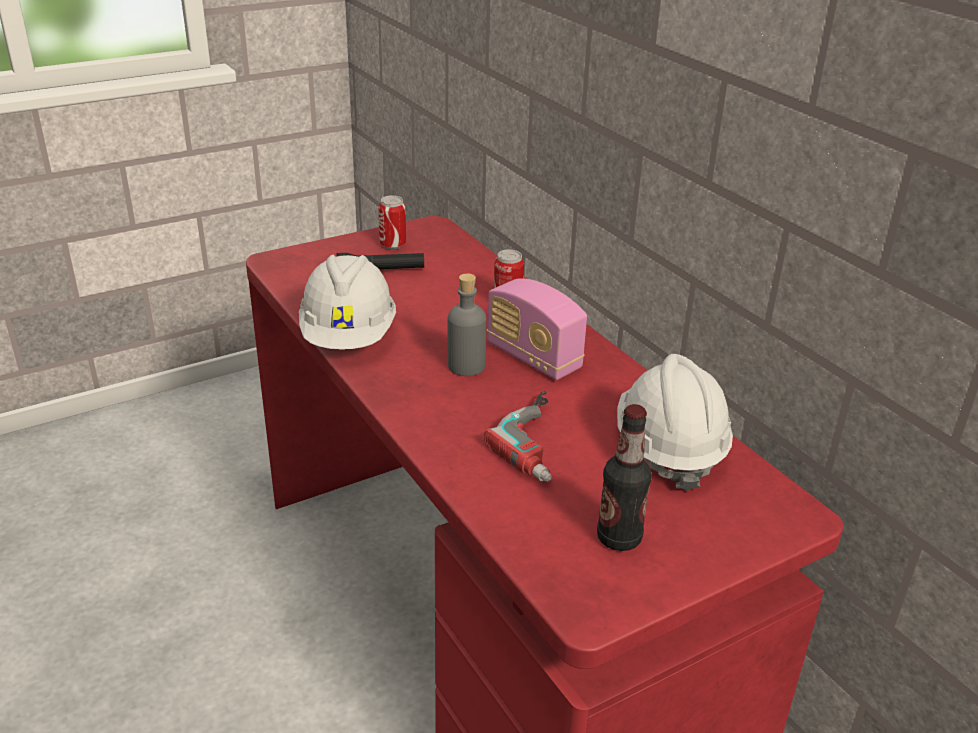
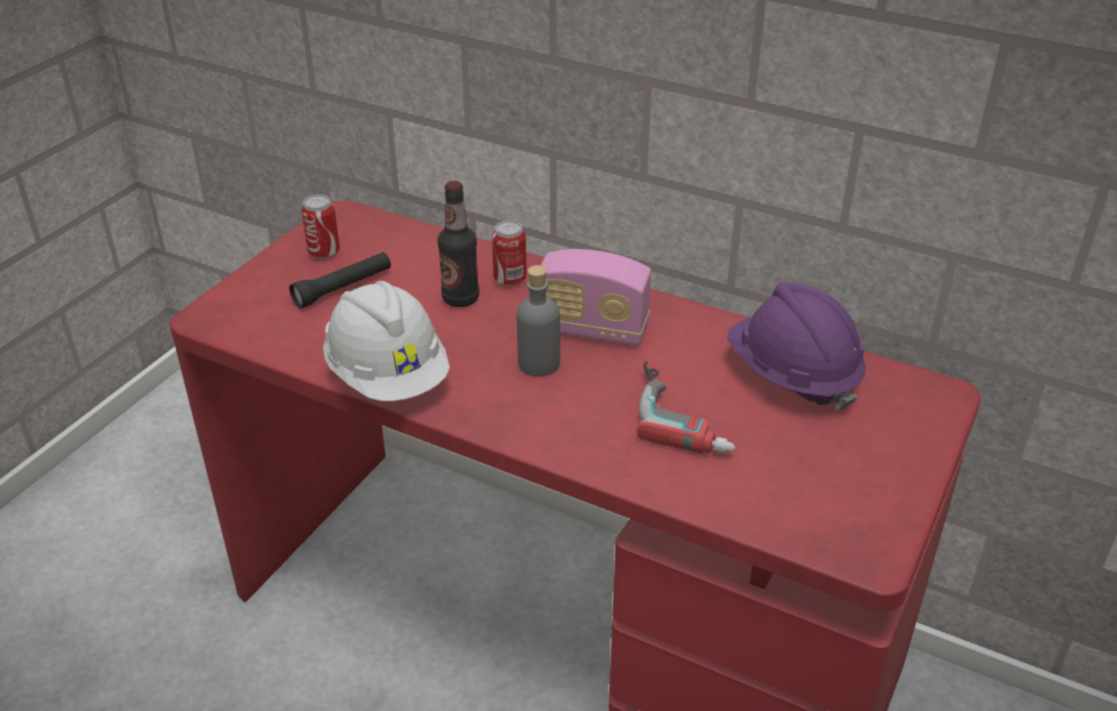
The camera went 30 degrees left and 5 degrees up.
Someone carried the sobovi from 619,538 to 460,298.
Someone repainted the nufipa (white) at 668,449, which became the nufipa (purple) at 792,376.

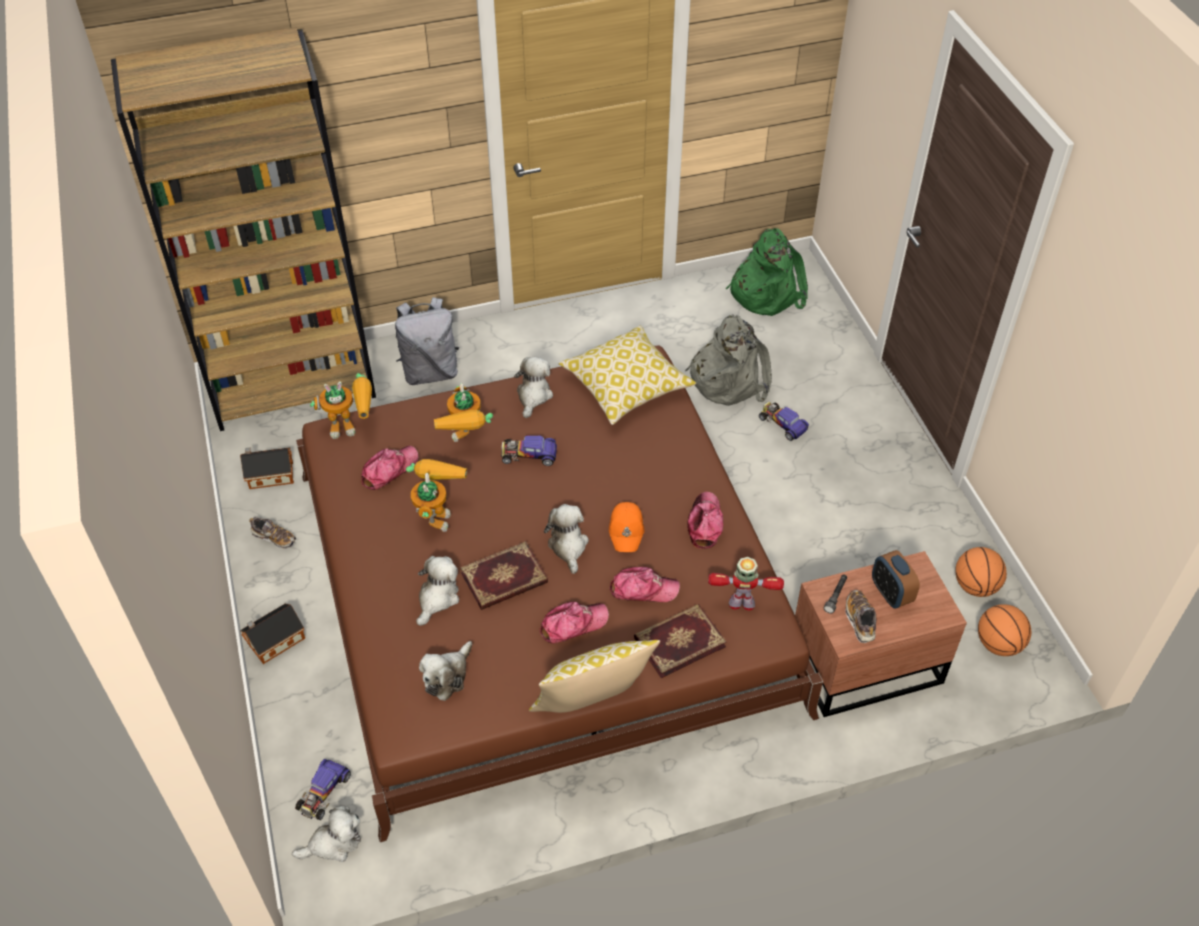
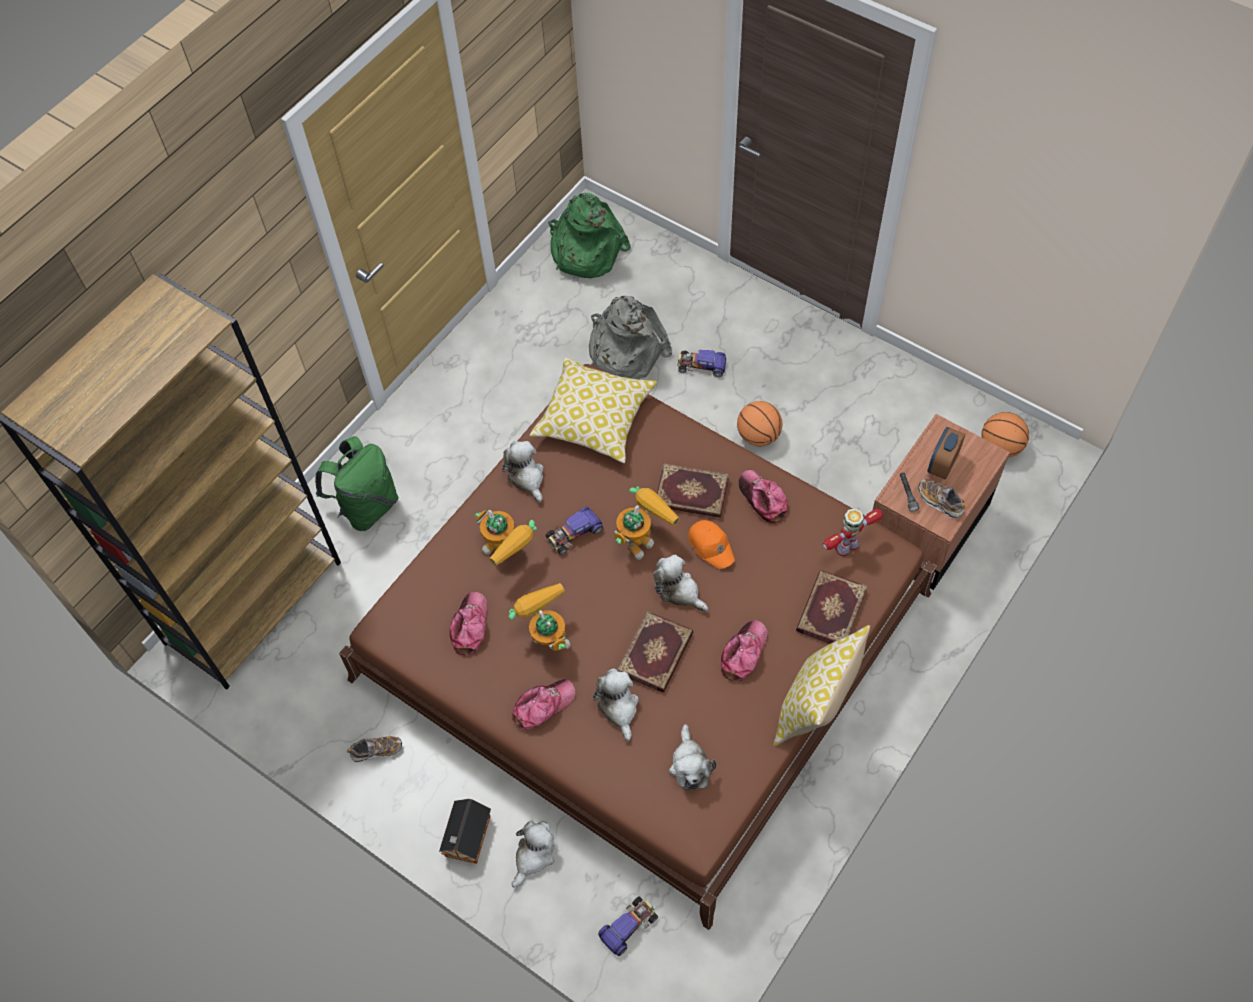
The camera went 35 degrees left and 10 degrees up.
Someone took away the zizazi at 269,475.
Someone carried the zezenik from 333,843 to 533,855.
Someone rotated the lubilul at 323,792 by 120 degrees counterclockwise.
Someone carried the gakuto from 352,426 to 643,537.
Someone repainted the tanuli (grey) at 430,372, which became the tanuli (green) at 367,507.
Someone carried the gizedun from 643,589 to 543,706.
Someone rotated the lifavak at 891,593 by 90 degrees clockwise.
Someone carried the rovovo from 975,586 to 758,436.
Someone put down the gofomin at 691,494.

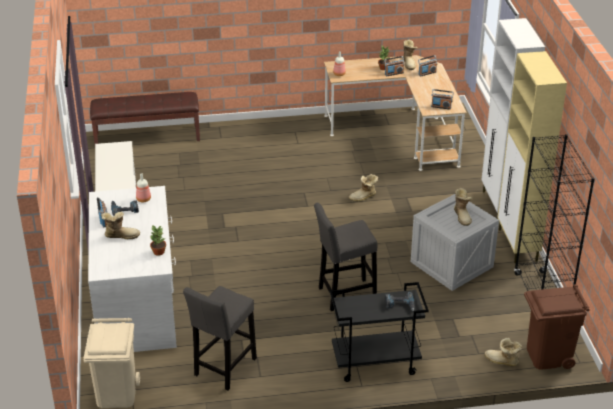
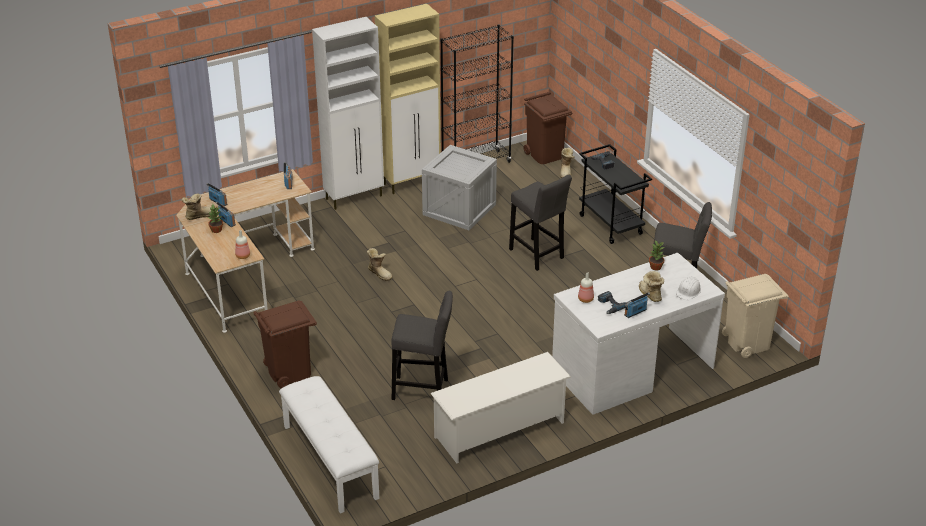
The camera went 110 degrees left and 0 degrees up.
Someone repainted the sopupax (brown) at 147,136, which became the sopupax (white) at 329,461.
Someone took away the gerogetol at 462,216.
Someone put down the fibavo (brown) at 289,372.
Someone put down the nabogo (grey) at 423,390.
Someone put down the nufipa (white) at 688,291.

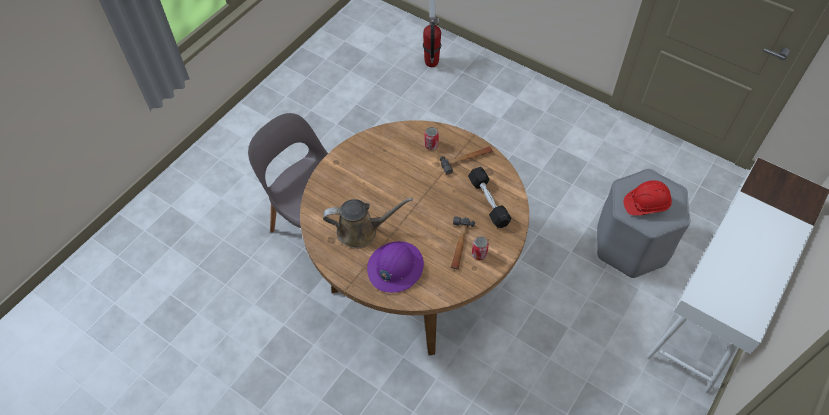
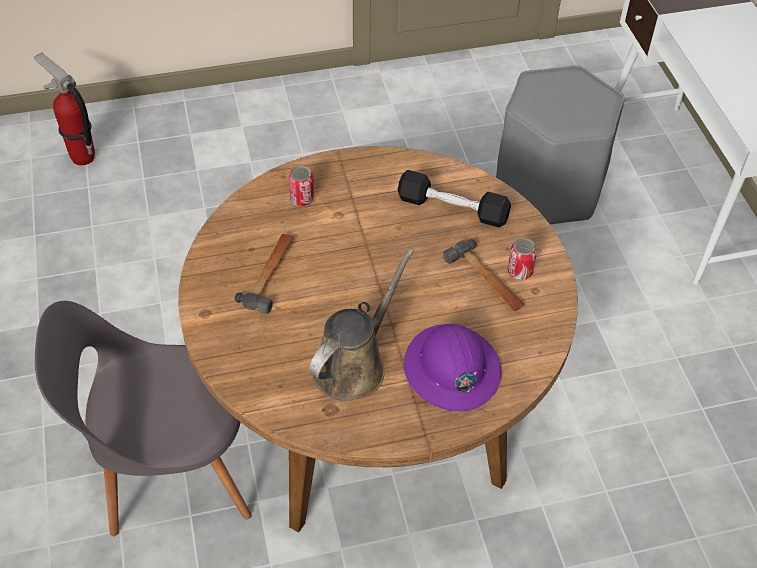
The camera went 50 degrees left and 5 degrees down.
Someone carried the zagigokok from 466,160 to 270,275.
Someone took away the nufipa (red) at 646,204.

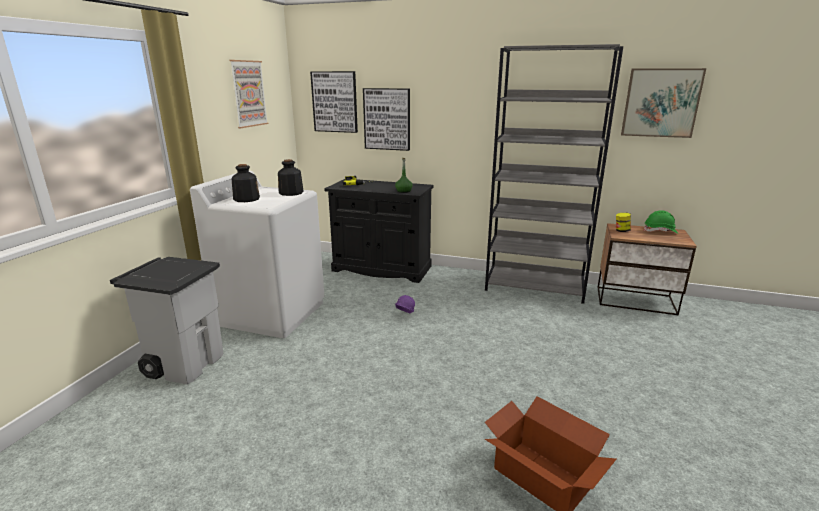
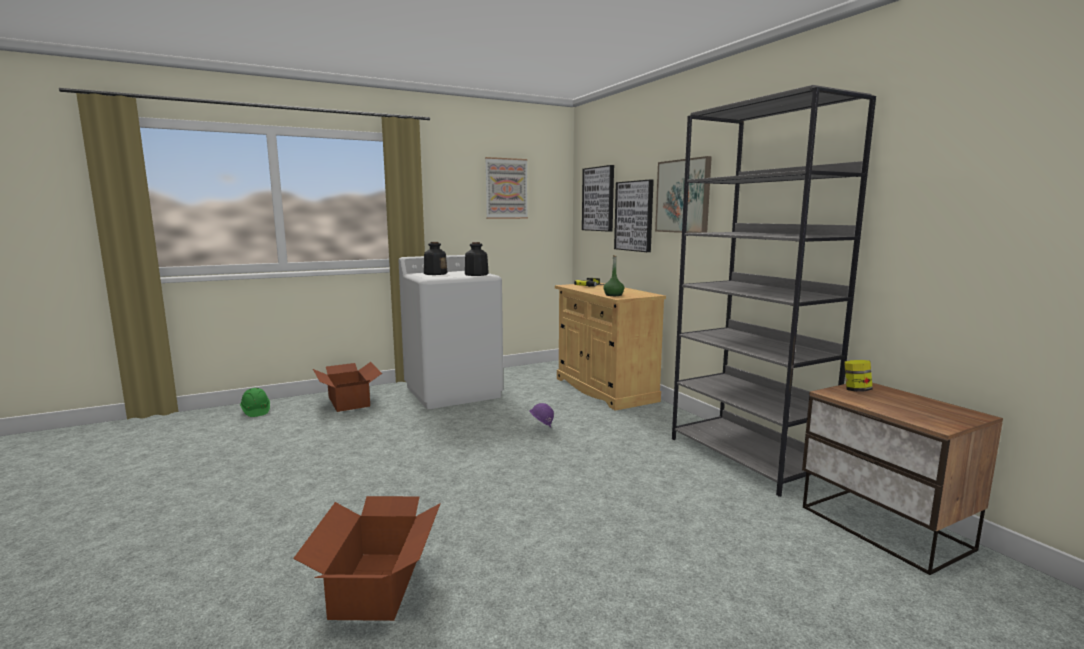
The camera went 45 degrees right and 10 degrees down.
Someone swapped the fibavo (grey) at 185,364 for the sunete at 349,401.
Someone repainted the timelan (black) at 381,268, which became the timelan (beige) at 604,389.
Someone carried the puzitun from 661,103 to 683,196.
Someone carried the nufipa (green) from 660,231 to 255,411.

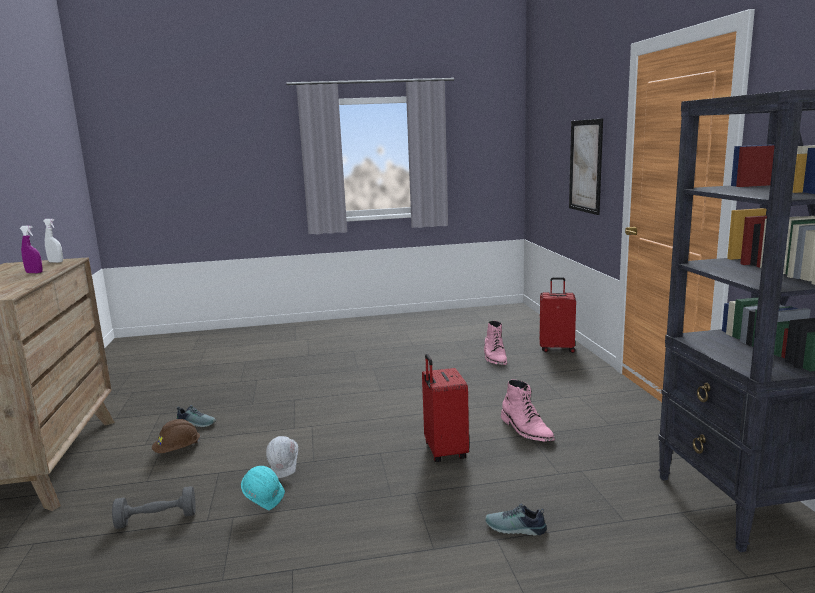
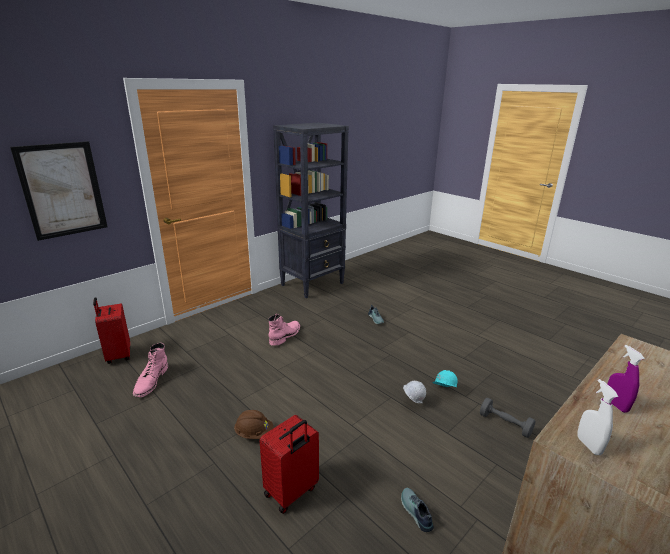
The camera went 125 degrees left and 10 degrees up.
Someone carried the nufipa (brown) from 177,450 to 254,433.
Someone carried the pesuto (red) from 444,452 to 291,492.
Someone rotated the gerogetol (pink) at 495,358 by 135 degrees clockwise.

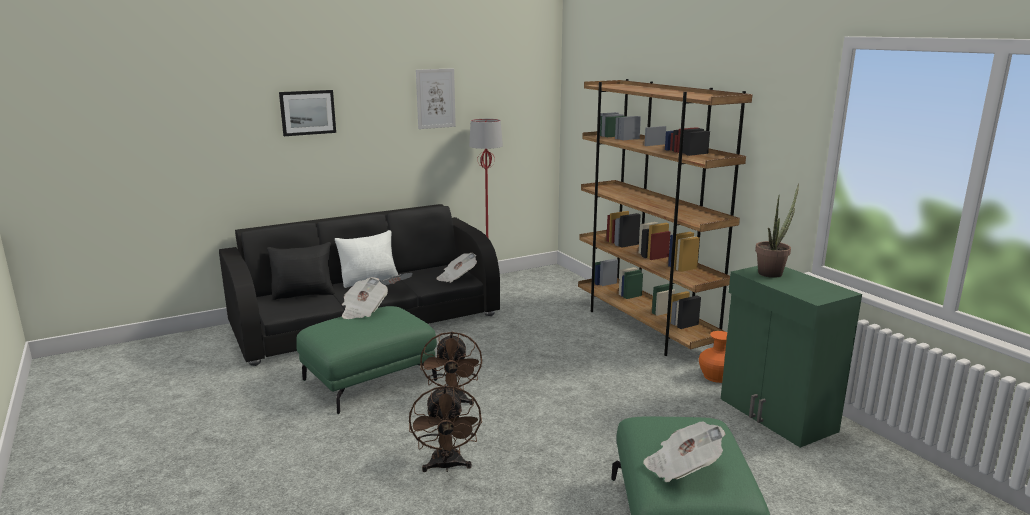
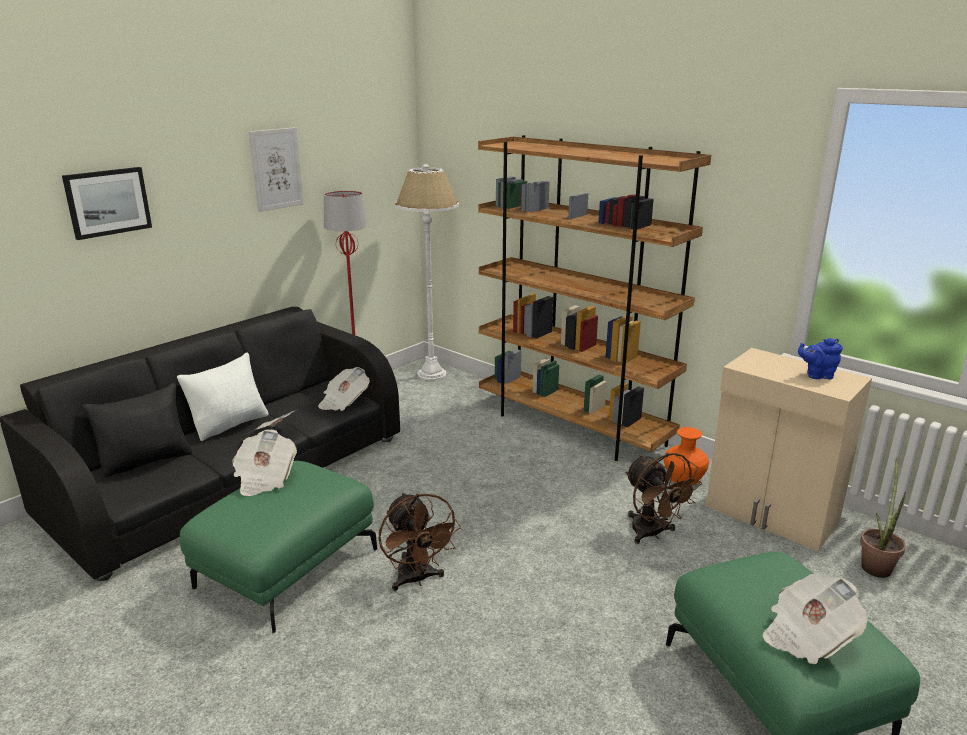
The camera went 20 degrees left and 5 degrees up.
Someone carried the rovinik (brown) from 446,466 to 652,534.
Someone repainted the timelan (green) at 776,415, which became the timelan (beige) at 771,515.
Someone carried the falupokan from 772,272 to 876,565.
Someone put down the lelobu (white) at 432,374.
Someone put down the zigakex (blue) at 817,375.

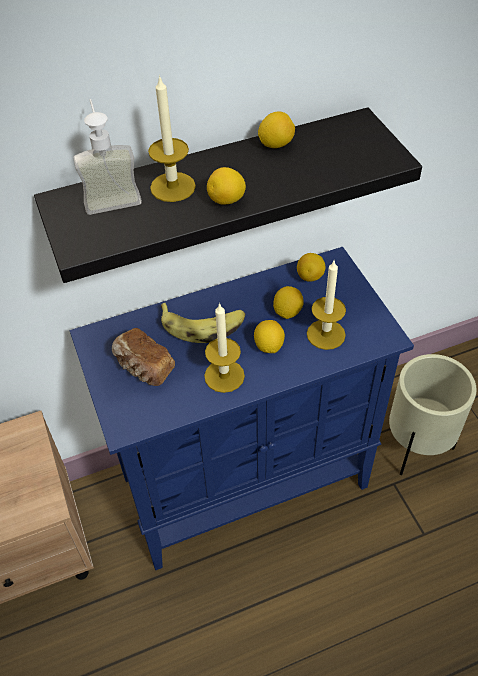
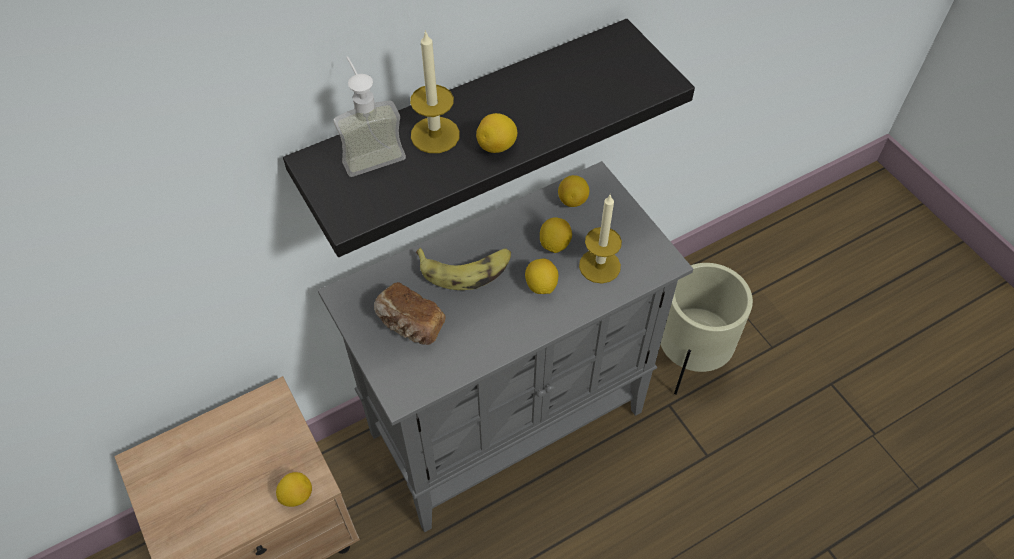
The camera went 10 degrees left and 5 degrees up.
Someone repainted the timelan (blue) at 246,480, which became the timelan (grey) at 509,420.
Someone took away the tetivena at 224,376.
Someone carried the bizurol from 276,144 to 296,495.

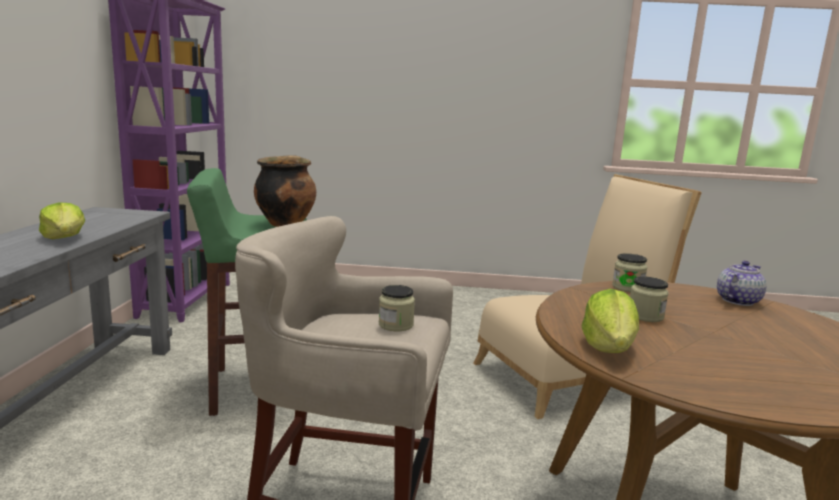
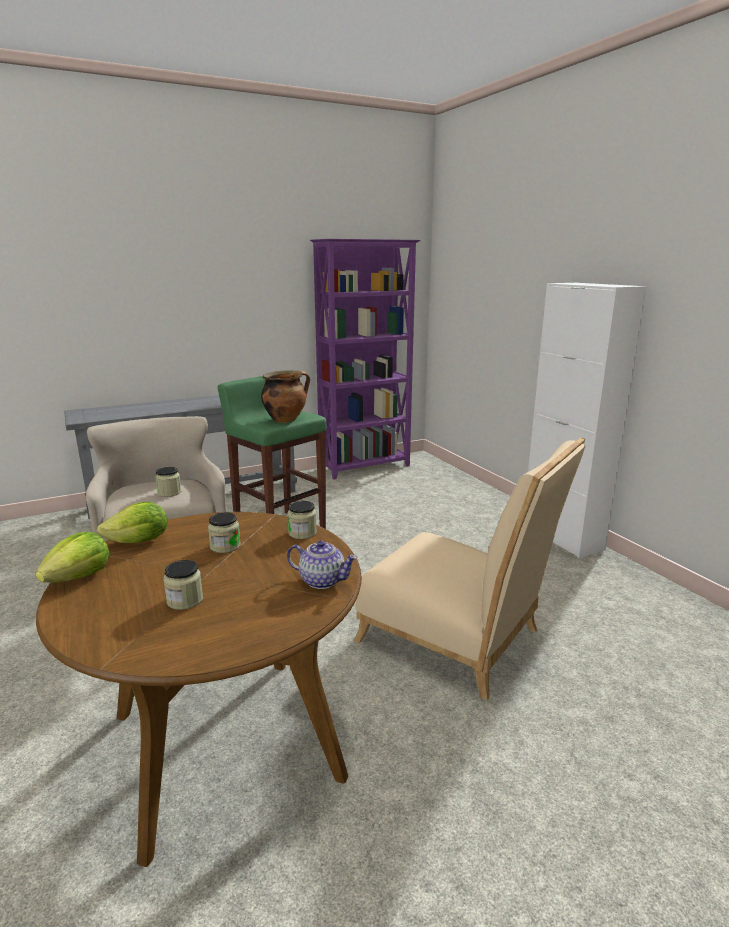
The camera went 60 degrees right and 5 degrees up.
Someone carried the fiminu from 64,238 to 79,577.
Someone put down the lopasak at 185,600.
Someone put down the timelan (white) at 562,537.

